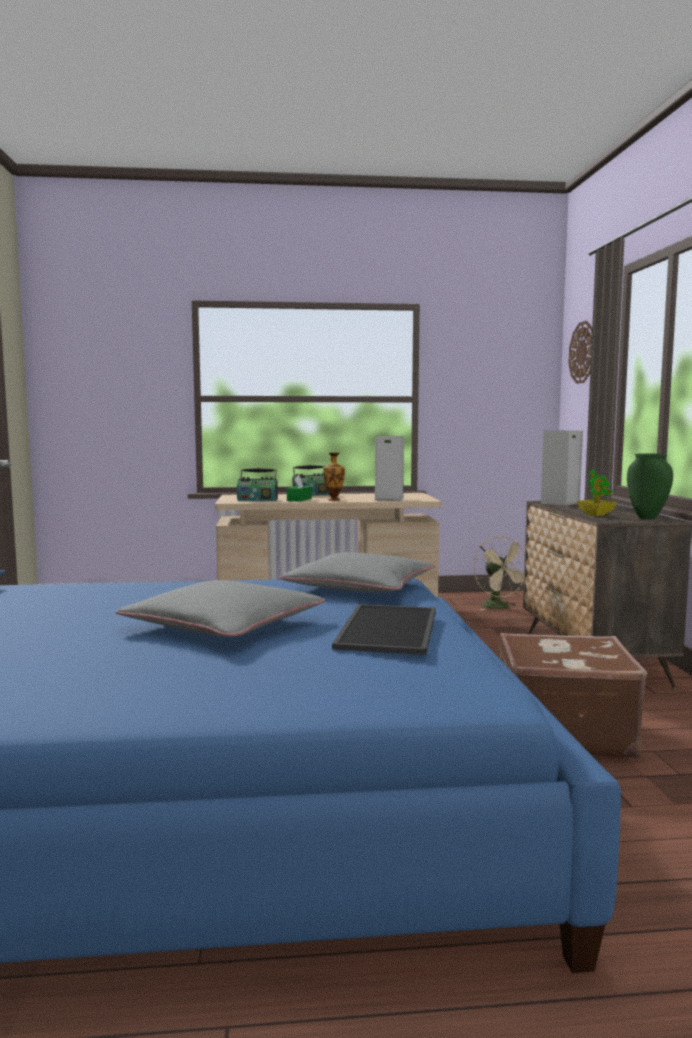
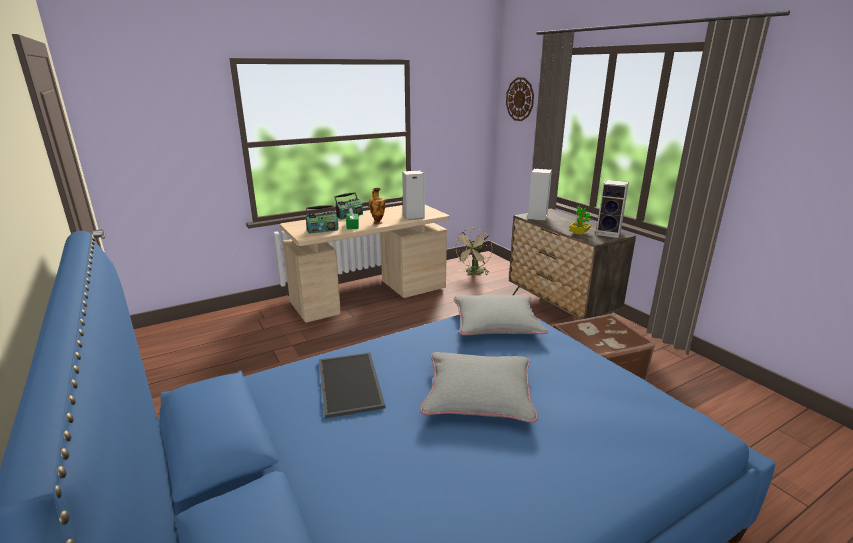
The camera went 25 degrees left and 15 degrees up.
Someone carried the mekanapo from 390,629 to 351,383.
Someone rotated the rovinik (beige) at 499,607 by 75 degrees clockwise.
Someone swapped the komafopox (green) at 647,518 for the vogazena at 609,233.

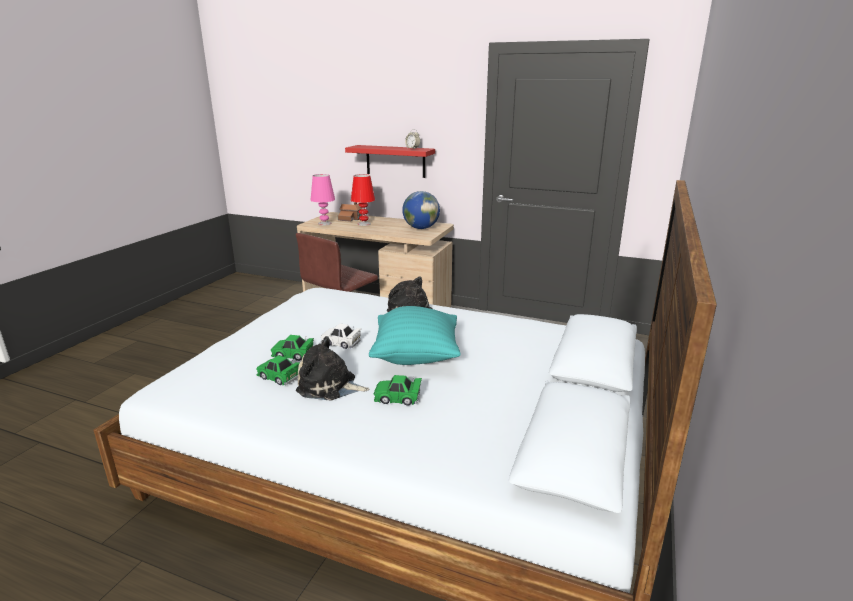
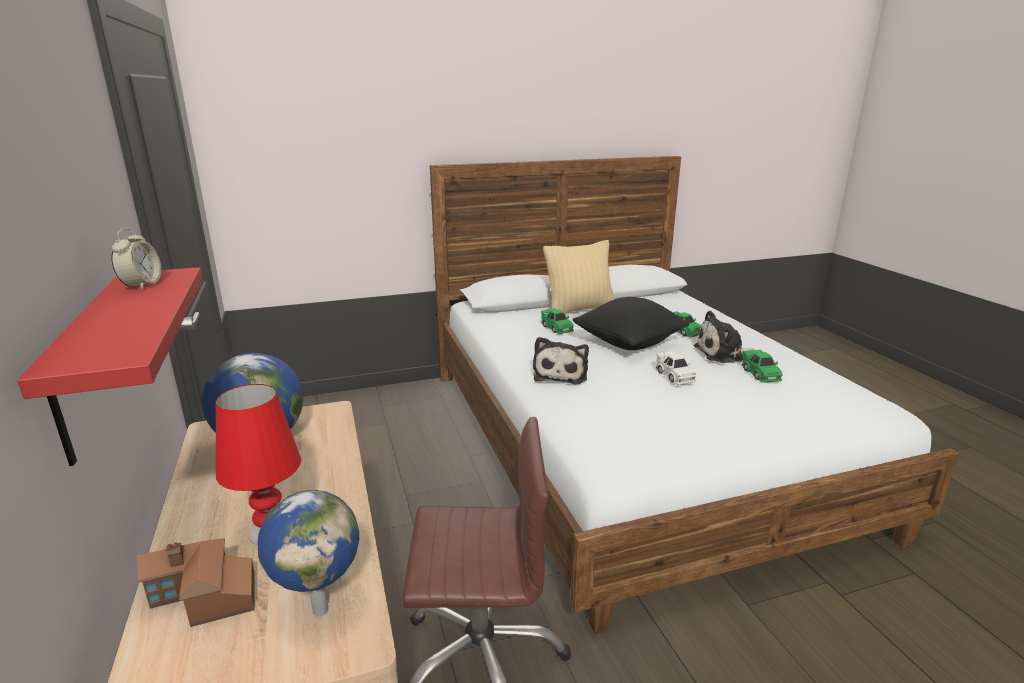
The camera went 130 degrees left and 0 degrees up.
Someone carried the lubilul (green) from 293,355 to 557,328.
Someone rotated the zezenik at 329,386 by 105 degrees clockwise.
Someone swapped the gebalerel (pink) at 324,223 for the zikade at 320,608.
Someone repainted the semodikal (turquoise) at 416,356, which became the semodikal (black) at 628,343.
Someone put down the semodikal (beige) at 579,309.

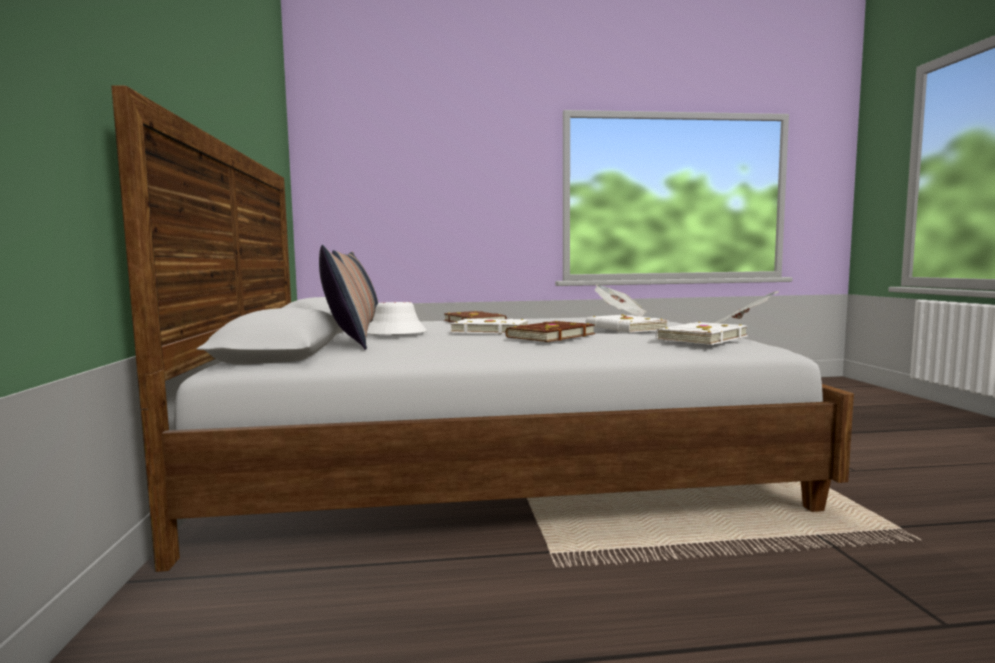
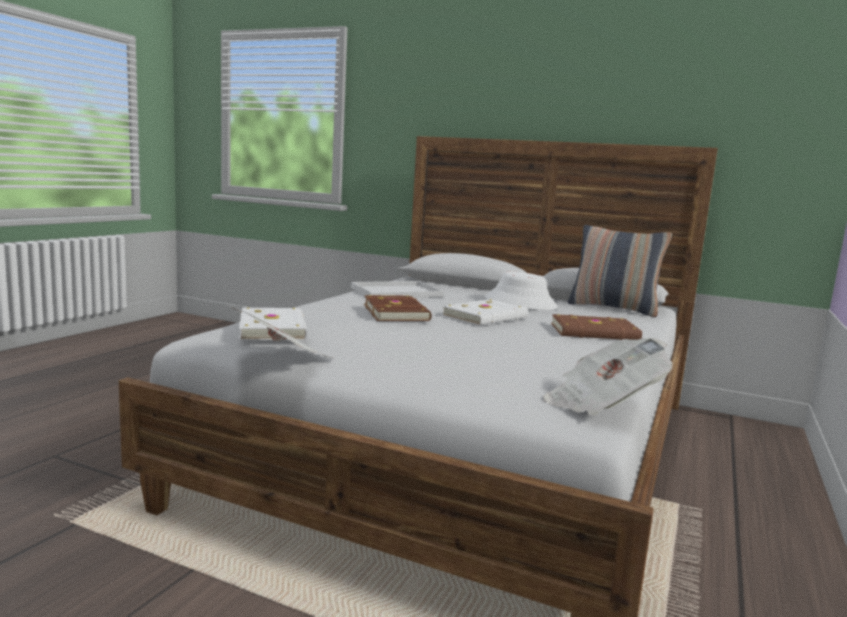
The camera went 120 degrees right and 5 degrees up.
Someone took away the semodikal at 346,343.
Someone took away the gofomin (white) at 624,328.
Someone put down the mekanapo (white) at 395,292.

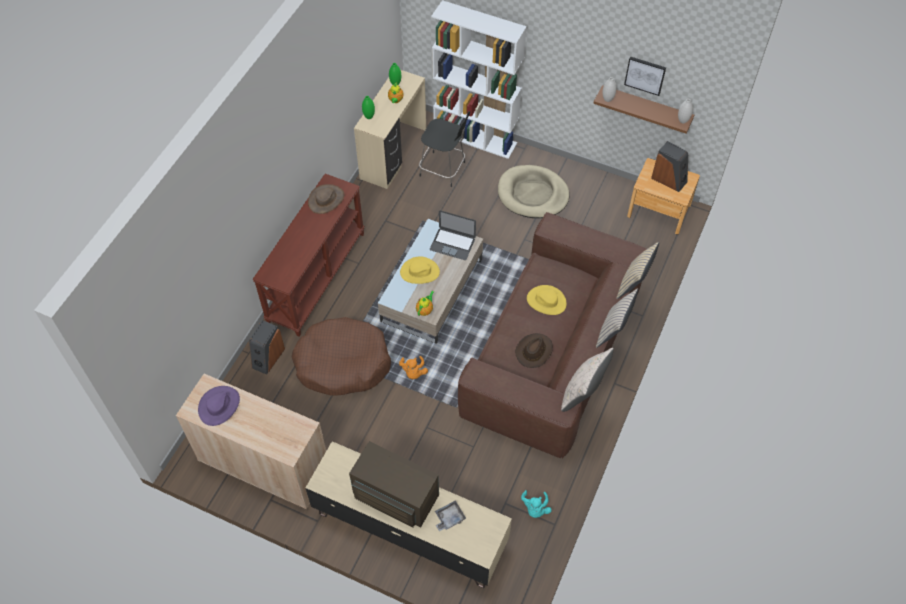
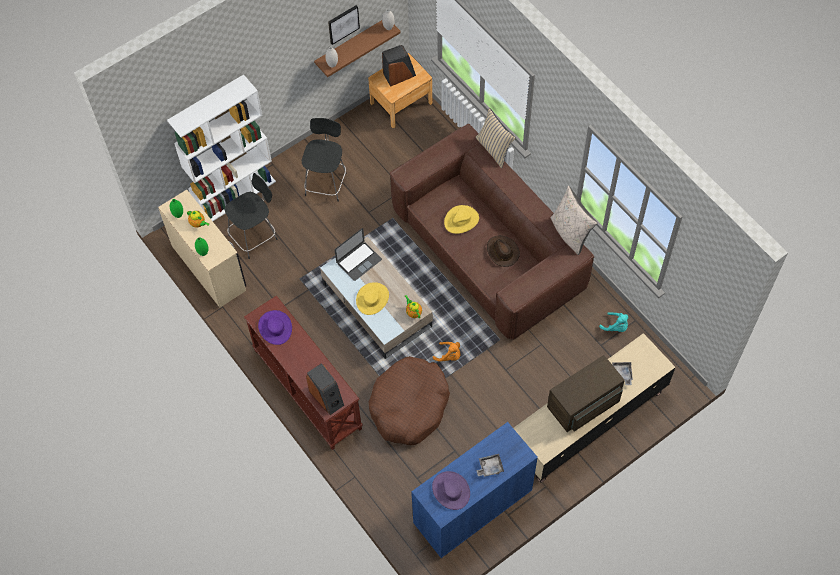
The camera went 60 degrees left and 5 degrees up.
Someone repainted the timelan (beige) at 264,464, which became the timelan (blue) at 472,507.
Someone carried the vogazena from 268,357 to 327,397.
Someone repainted the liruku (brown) at 326,200, which became the liruku (purple) at 275,327.
Someone swapped the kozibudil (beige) at 532,194 for the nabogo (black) at 326,183.
Someone took away the semodikal (beige) at 613,330.
Someone put down the mekanapo (grey) at 490,467.

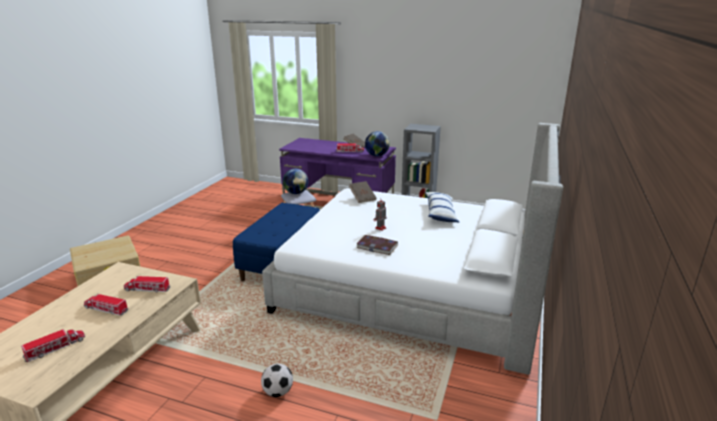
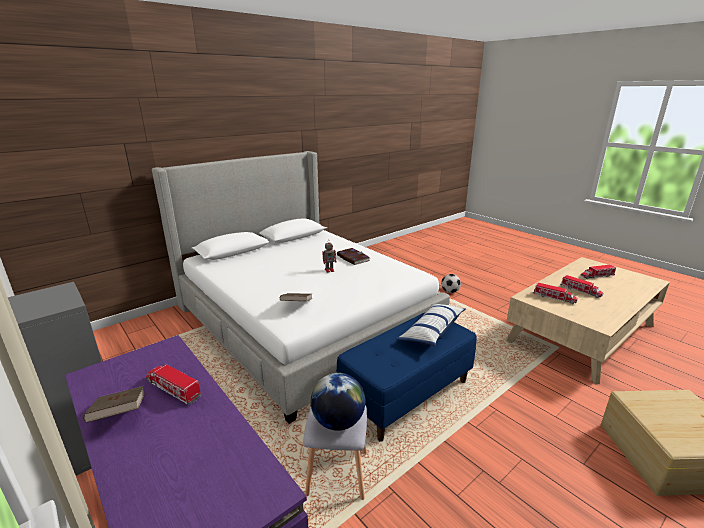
The camera went 150 degrees left and 0 degrees up.
Someone took away the zikade at 377,155.
Someone carried the semodikal from 440,213 to 432,331.

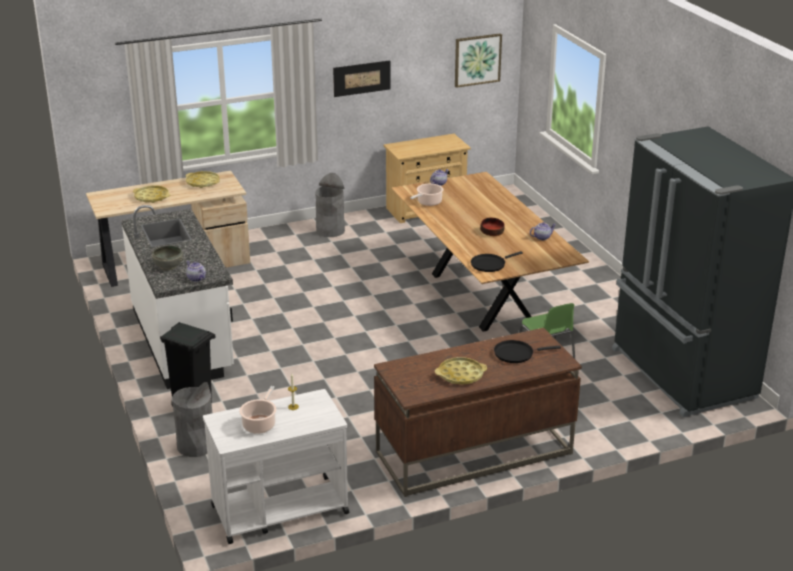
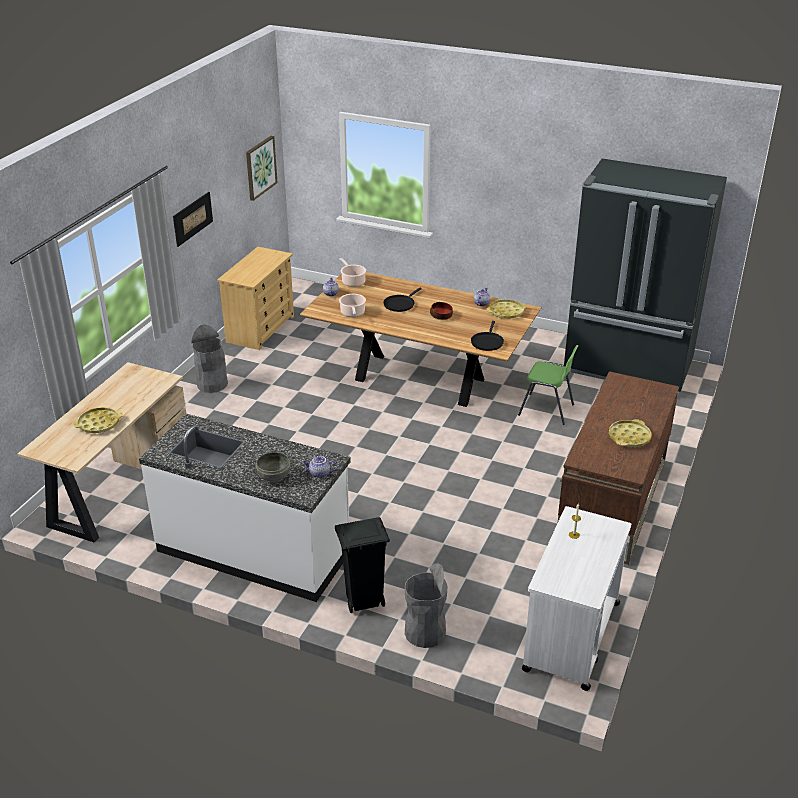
The camera went 45 degrees left and 5 degrees up.
Someone carried the mekanapo (yellow) from 202,182 to 506,312.
Someone carried the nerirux from 260,424 to 352,281.
Someone carried the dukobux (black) from 516,354 to 400,304.

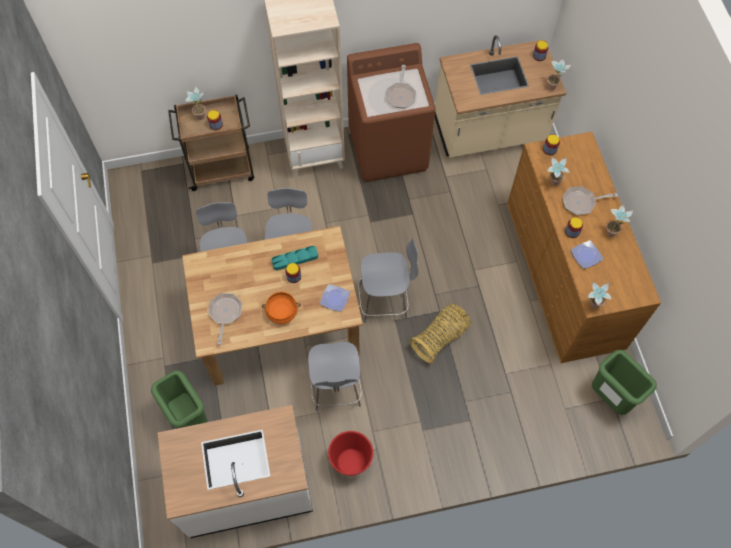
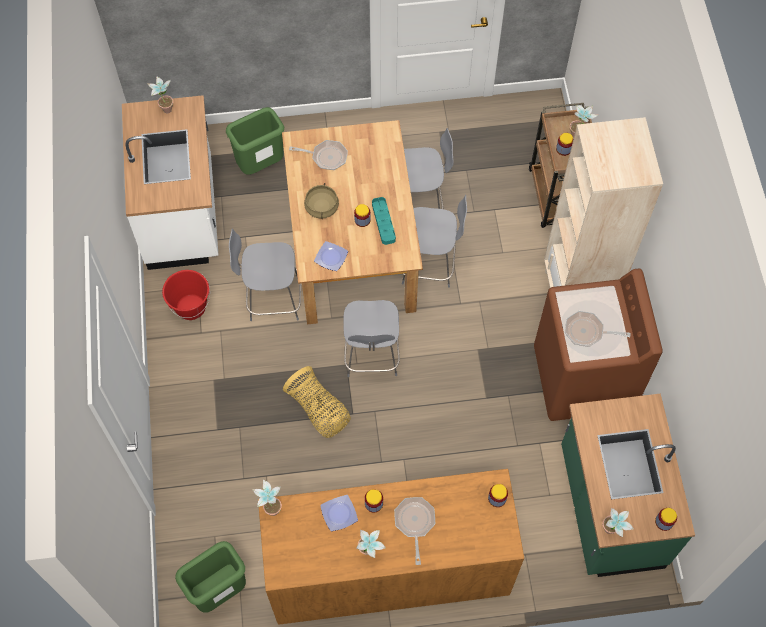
The camera went 95 degrees right and 0 degrees up.
Someone repainted the nerirux (orange) at 282,311, which became the nerirux (beige) at 322,207.
Someone repainted the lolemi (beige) at 489,132, which became the lolemi (green) at 608,507.
Someone carried the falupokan from 552,184 to 165,107.

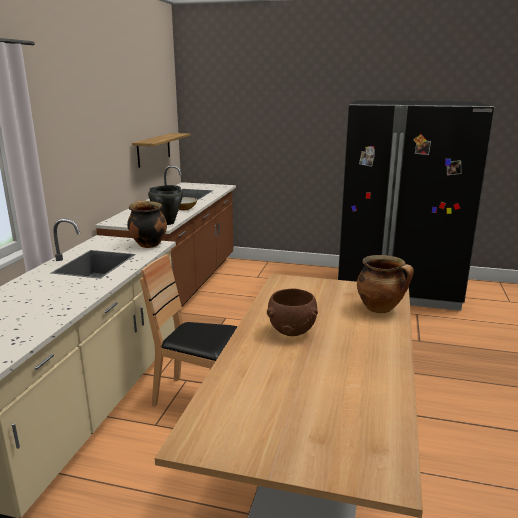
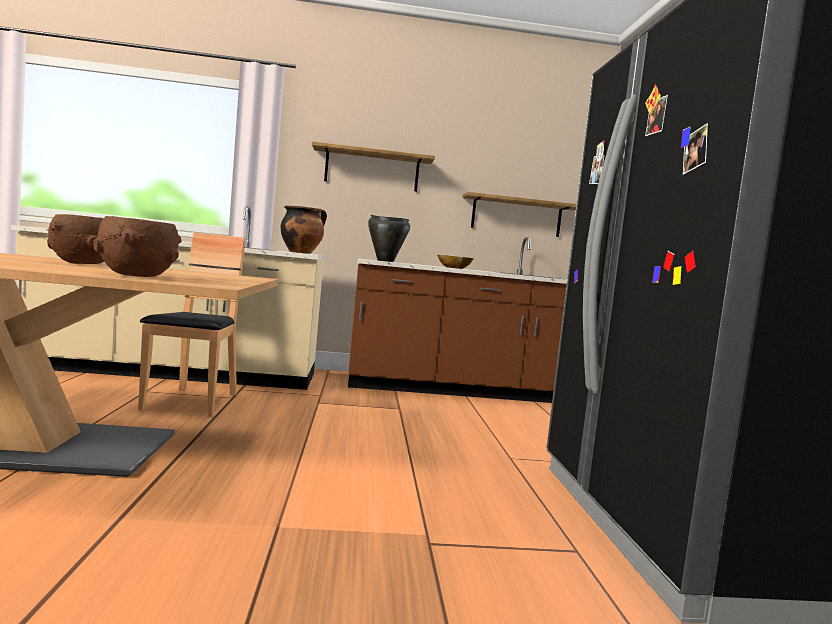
The camera went 70 degrees right and 15 degrees down.
Someone swapped the nerirux at 381,309 for the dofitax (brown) at 136,276.
Someone put up the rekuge at 372,170.

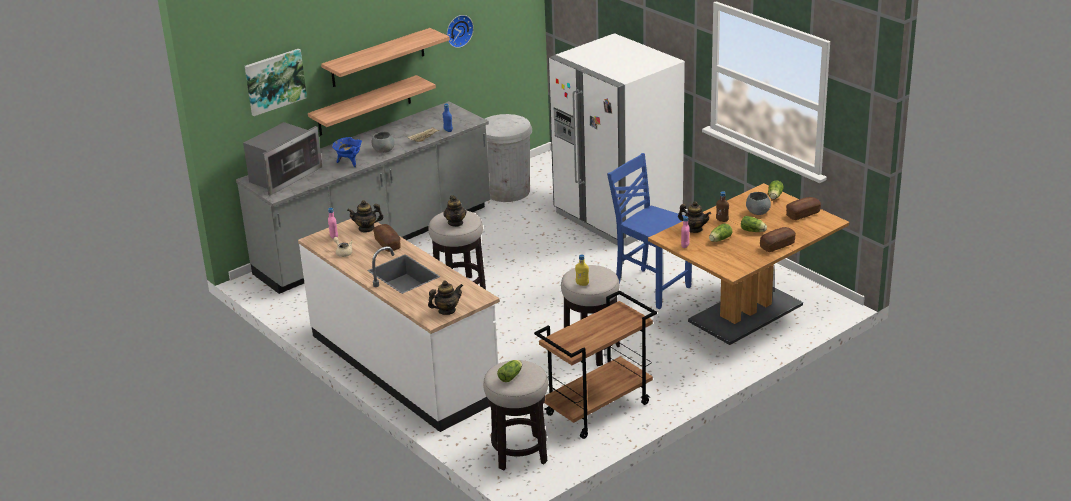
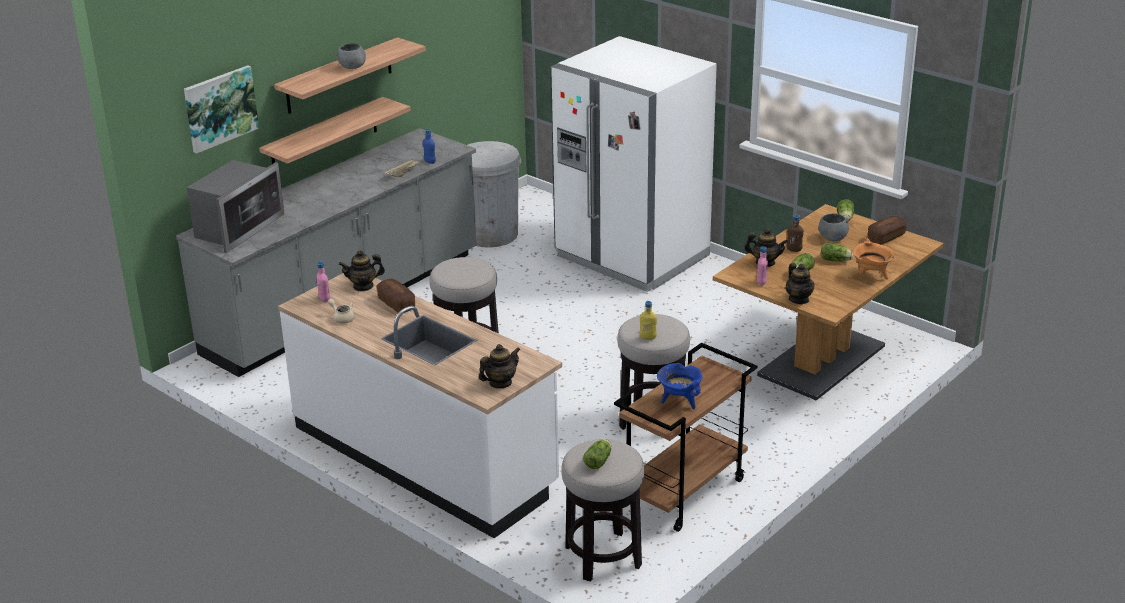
The camera went 10 degrees left and 0 degrees up.
Someone carried the nerirux (blue) from 349,162 to 679,401.
Someone carried the dofitax (grey) from 383,150 to 352,67.
Someone carried the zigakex from 455,223 to 799,299.
Someone took away the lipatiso at 458,30.
Someone took away the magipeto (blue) at 651,287.
Someone swapped the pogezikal at 777,245 for the nerirux (orange) at 871,276.

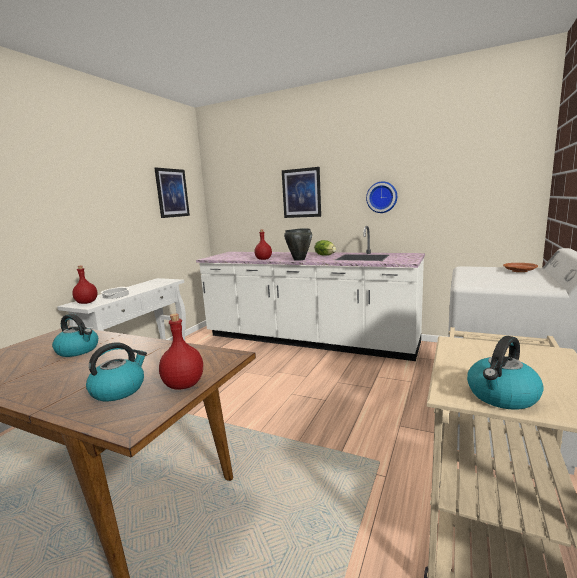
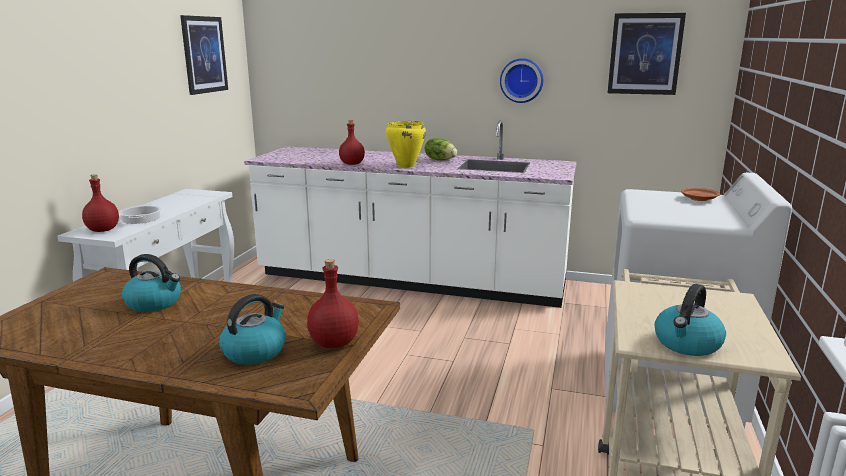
The camera went 10 degrees left and 5 degrees up.
Someone carried the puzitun from 301,193 to 645,54.
Someone repainted the nerirux (black) at 299,259, which became the nerirux (yellow) at 405,166.

